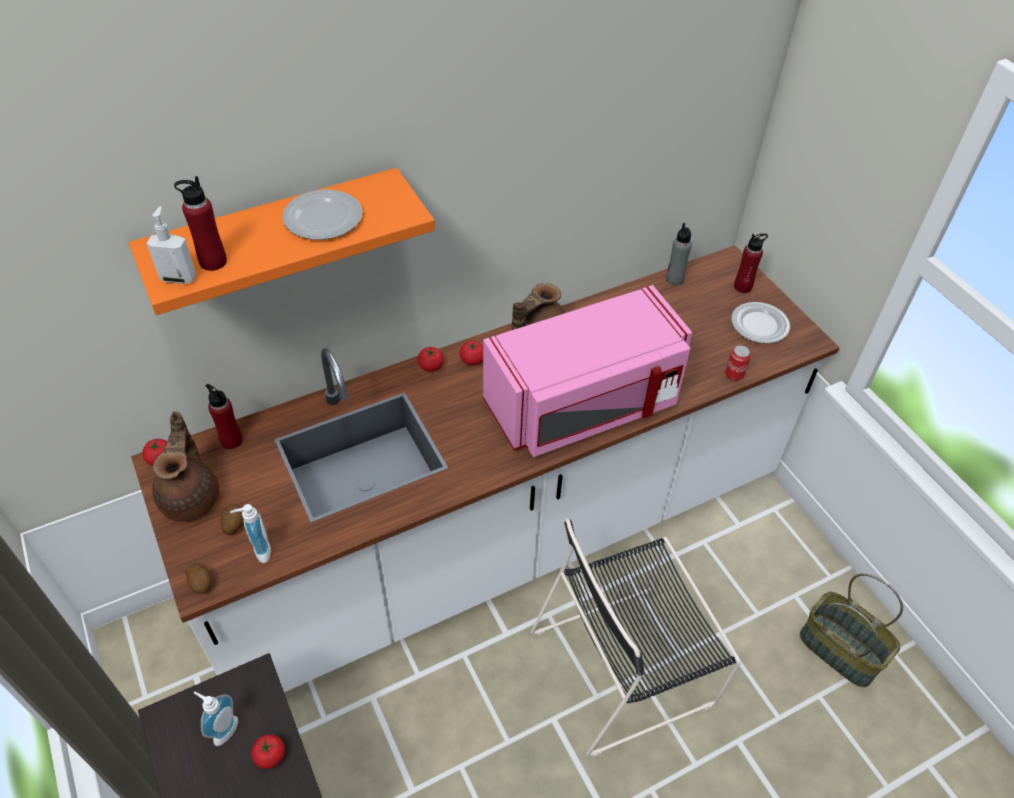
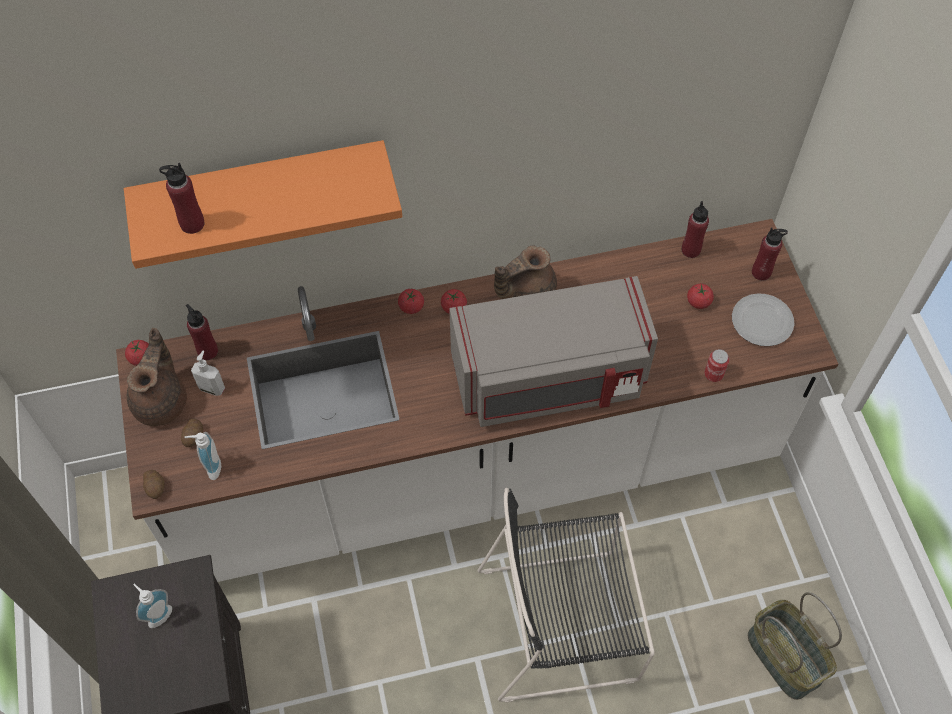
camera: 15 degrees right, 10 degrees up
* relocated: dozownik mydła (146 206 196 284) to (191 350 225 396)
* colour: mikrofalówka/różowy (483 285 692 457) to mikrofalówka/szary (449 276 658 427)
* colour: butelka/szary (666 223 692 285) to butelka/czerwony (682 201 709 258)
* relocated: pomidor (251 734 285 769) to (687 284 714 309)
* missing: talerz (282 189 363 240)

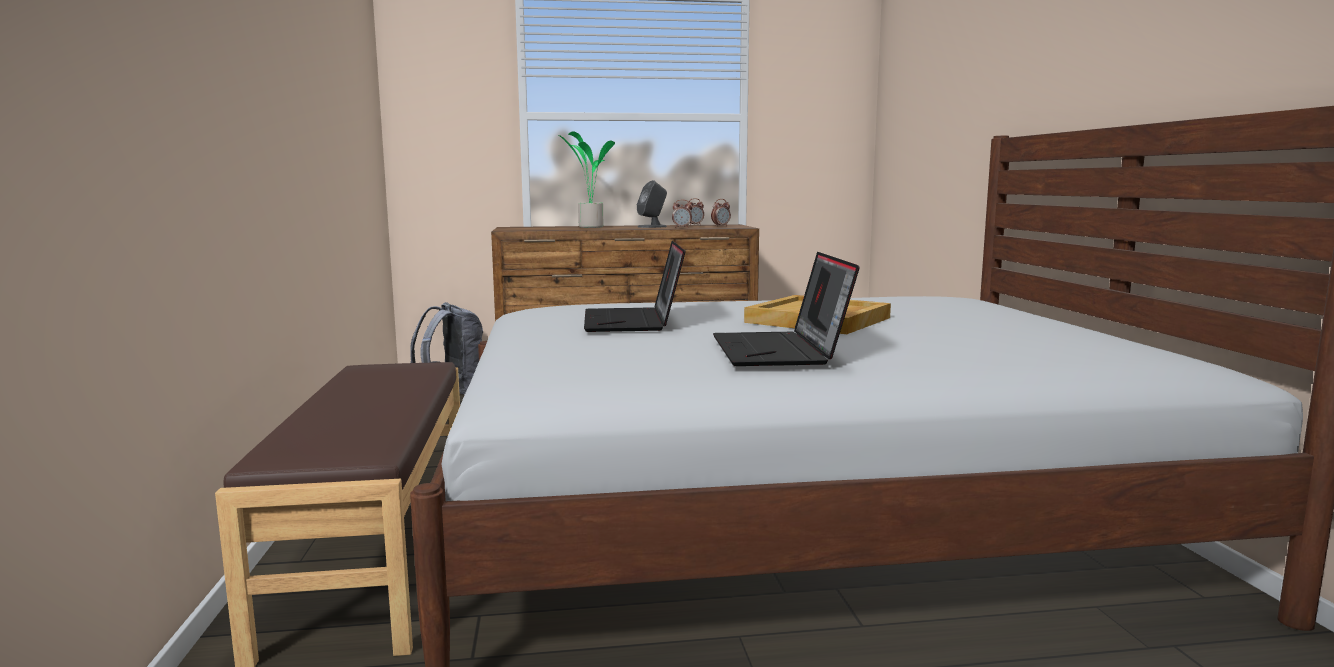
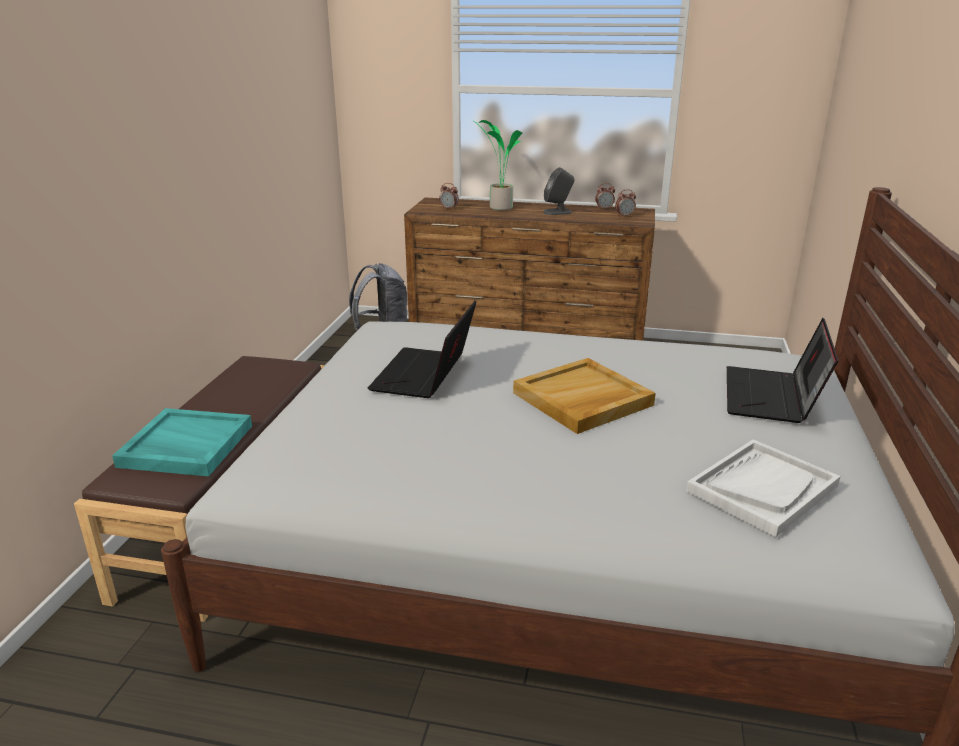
camera: 20 degrees right, 15 degrees up
* appeared: taca/turkusowy (112 408 252 477)
* relocated: budzik (672 200 693 228) to (439 183 459 210)
* appeared: taca/biały (686 439 841 537)
* relocated: laptop (713 252 860 366) to (727 318 839 423)

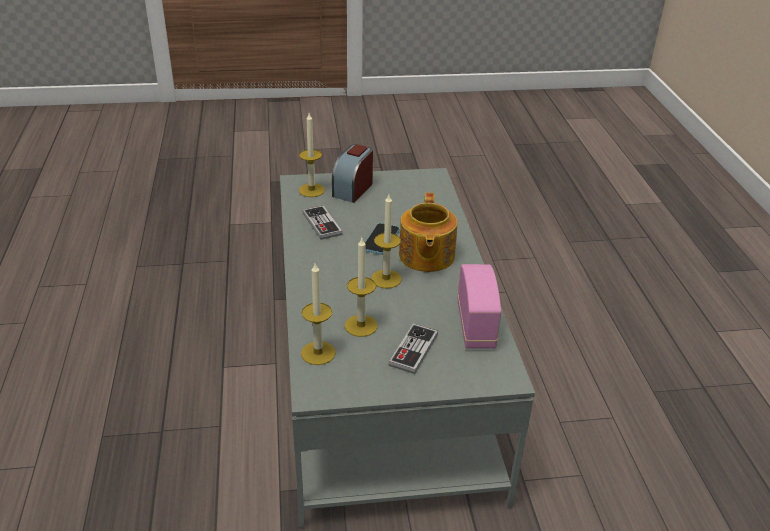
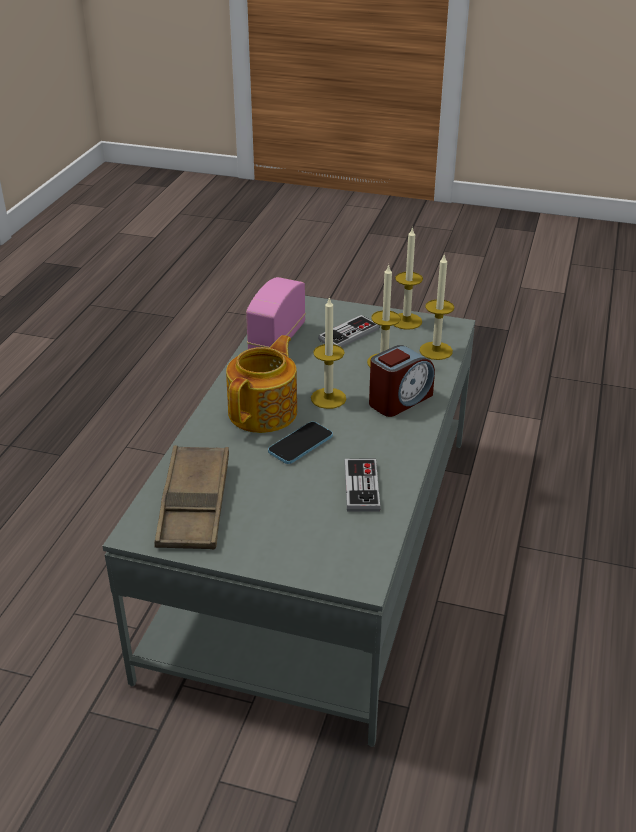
camera: 155 degrees left, 0 degrees up
* appeared: taca/brązowy (155 445 229 550)
* relocated: budzik (332 144 373 203) to (369 345 435 417)
* relocated: świeca (299 113 325 197) to (394 227 423 330)

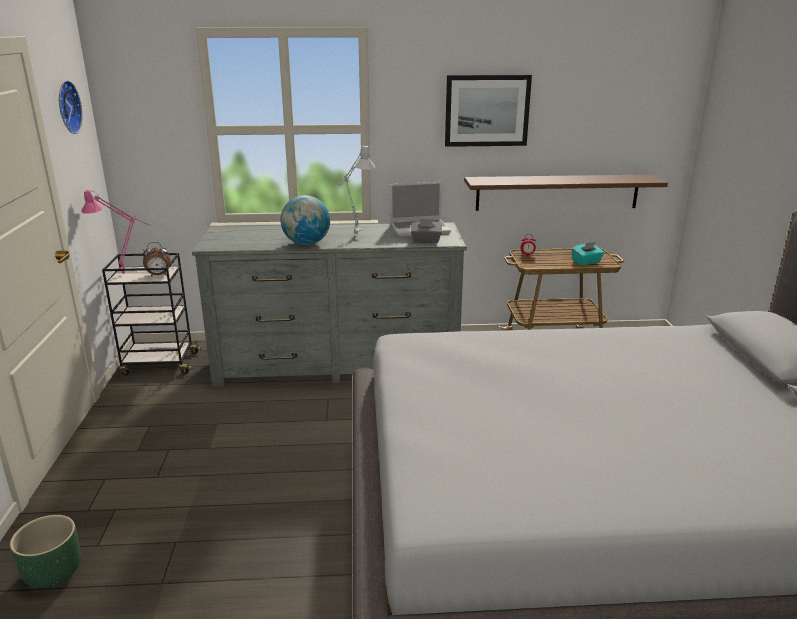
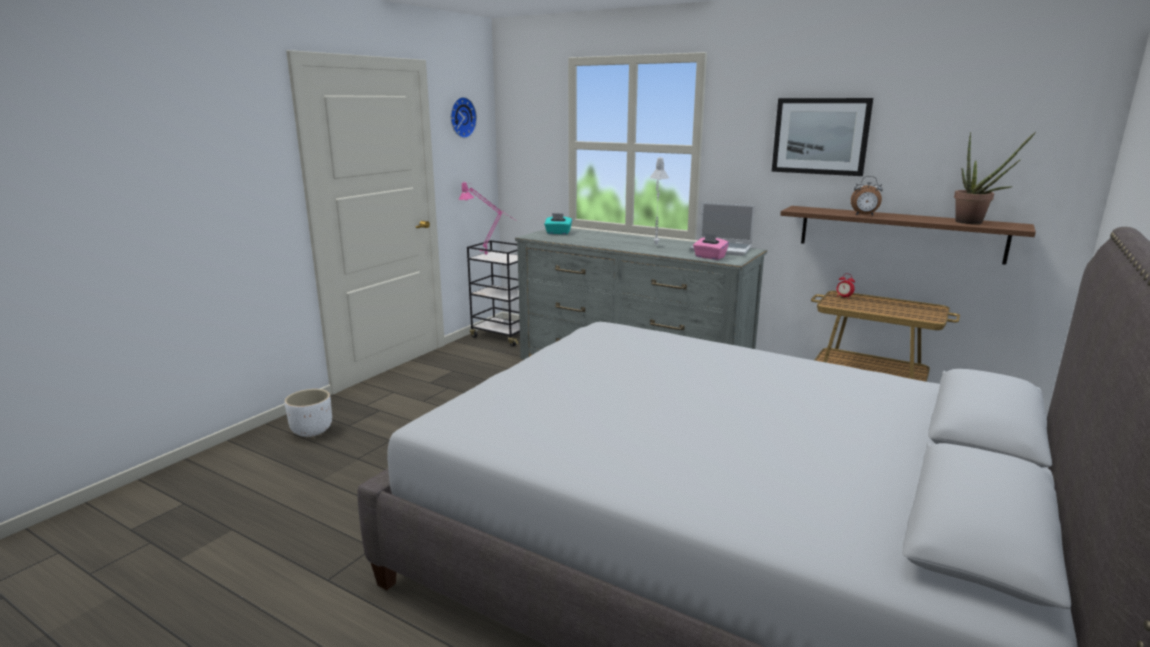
camera: 35 degrees right, 5 degrees down
* colour: donica/zielony (10 515 81 588) to donica/biały (285 389 332 437)
* relocated: pudełko chusteczek/turkusowy (572 242 604 266) to (544 213 572 234)
* colour: pudełko chusteczek/szary (411 219 442 243) to pudełko chusteczek/różowy (693 233 729 260)
* relocated: budzik (142 242 171 277) to (851 176 883 215)
* appeared: roślina doniczkowa (954 132 1036 224)
* missing: globus (281 195 330 245)

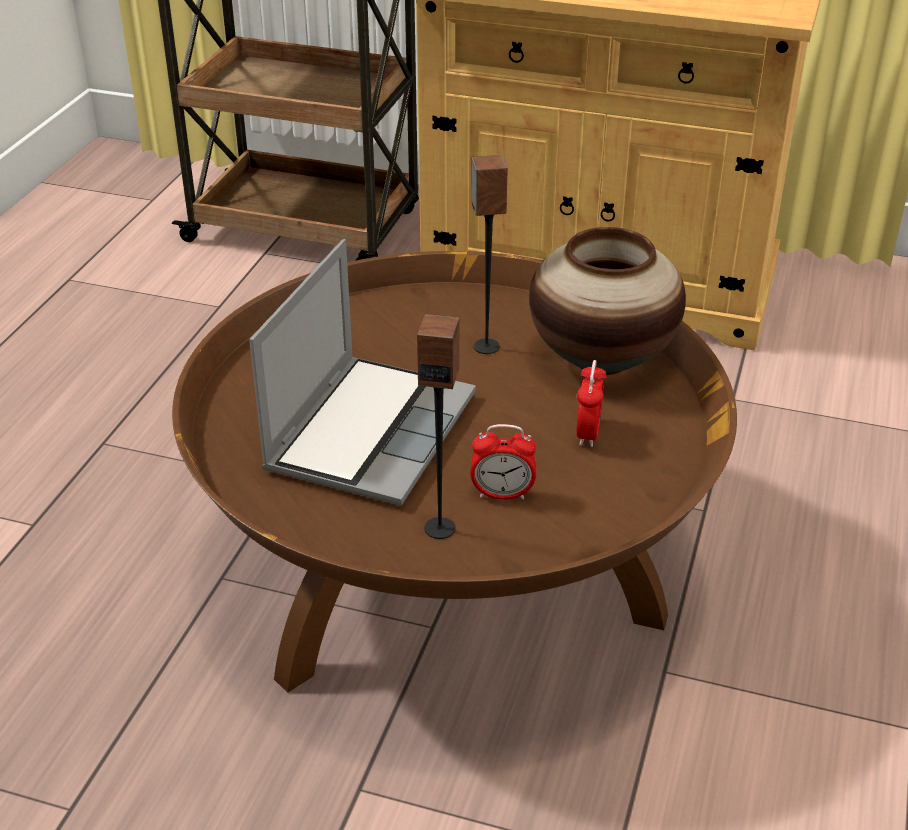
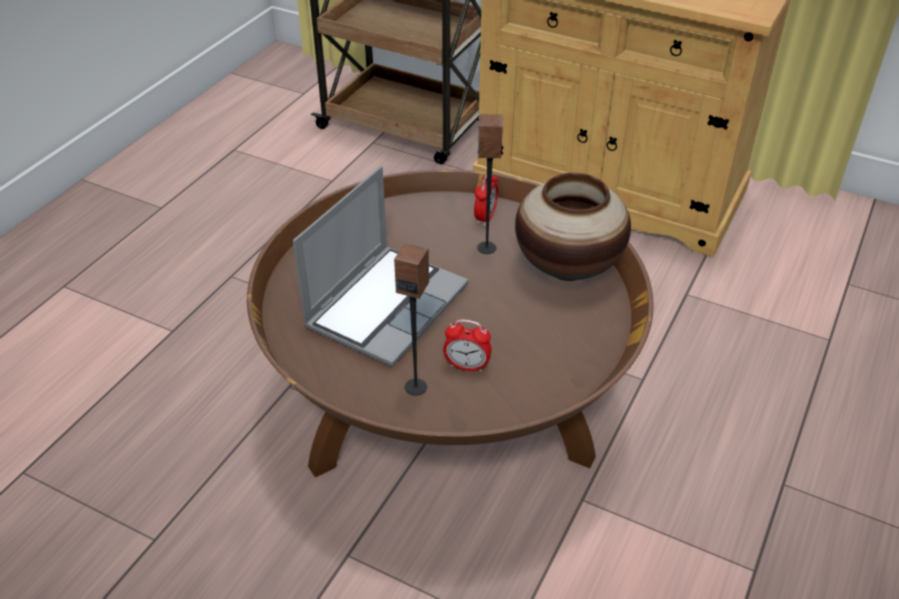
camera: 10 degrees right, 5 degrees up
* relocated: budzik (576 360 607 447) to (474 172 499 226)

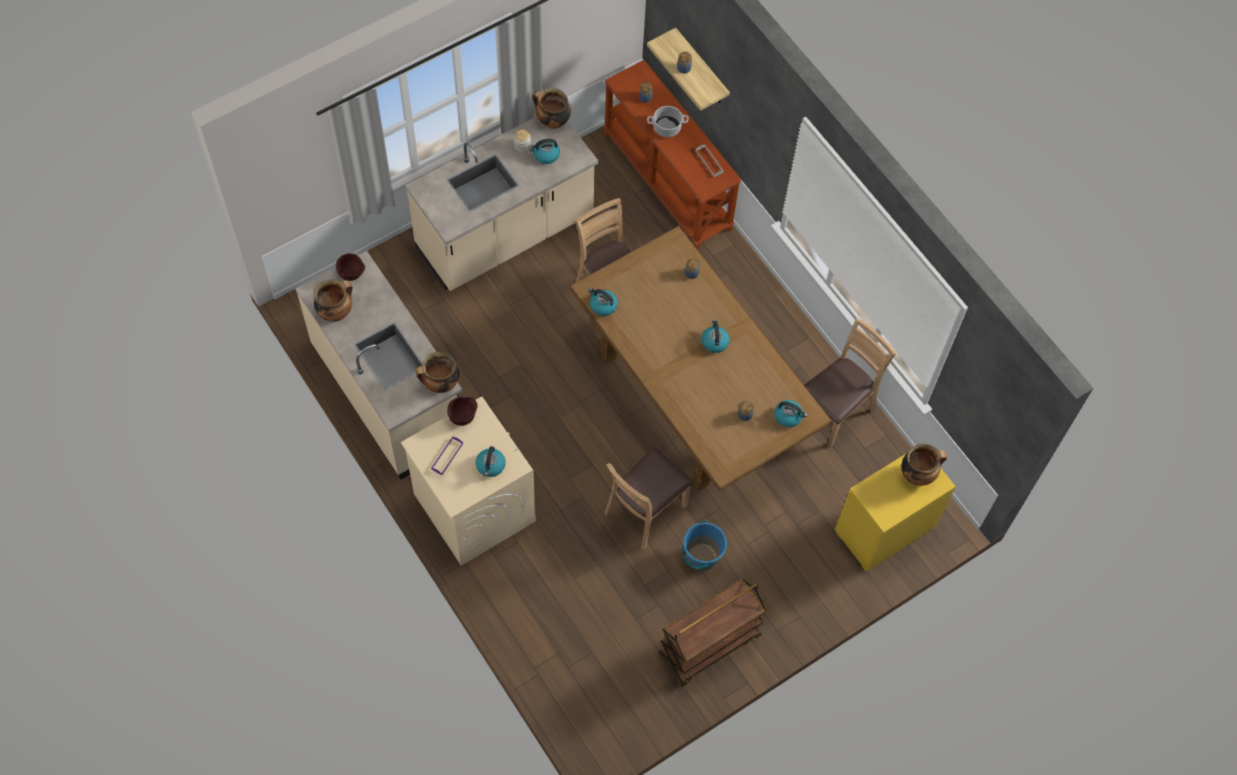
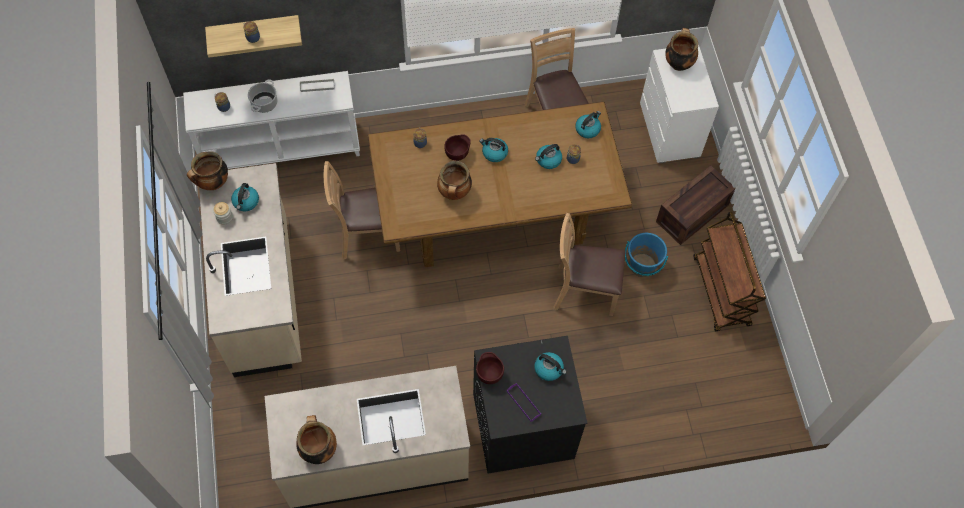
camera: 65 degrees left, 0 degrees up
* colour: stolik konsolowy/brązowy (603 60 742 249) to stolik konsolowy/biały (183 71 360 169)
* relocated: garnek (415 352 459 393) to (437 161 472 200)
* relocated: miska/brązowy (336 253 365 281) to (444 134 471 161)
* colour: pralka/beżowy (401 397 536 566) to pralka/czarny (473 336 587 473)
* relocated: czajnik (588 288 618 316) to (535 144 562 169)
* spun: krzesło/brązowy (604 447 693 550) = (553 213 626 316) 120 degrees clockwise
* colour: komoda/żółty (835 453 956 572) to komoda/biały (640 44 719 163)
* appeared: skrzynka (656 165 736 245)

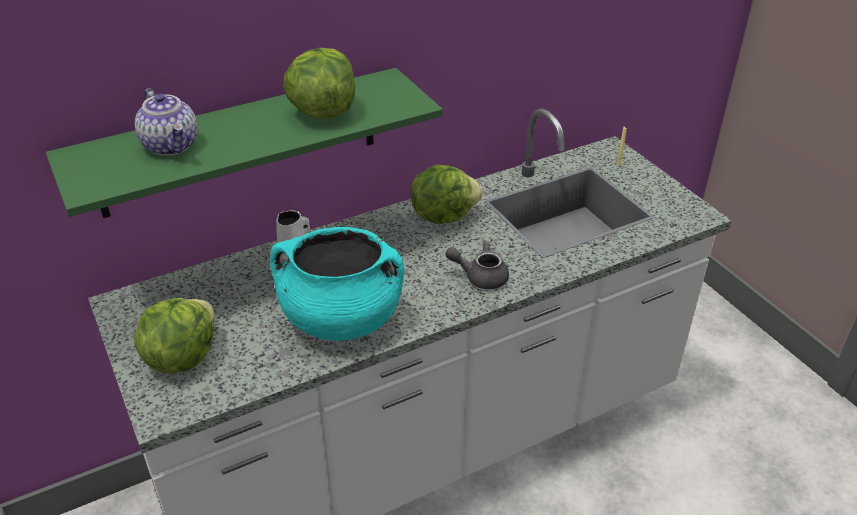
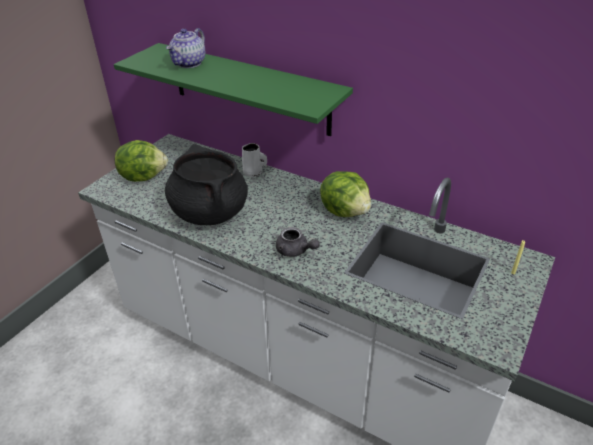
camera: 60 degrees right, 0 degrees up
* colour: garnek/turkusowy (270 227 404 341) to garnek/czarny (165 144 248 225)
* spun: imbryk/szary (445 241 509 289) = (276 227 320 257) 150 degrees clockwise
* missing: sałata (283 48 355 119)

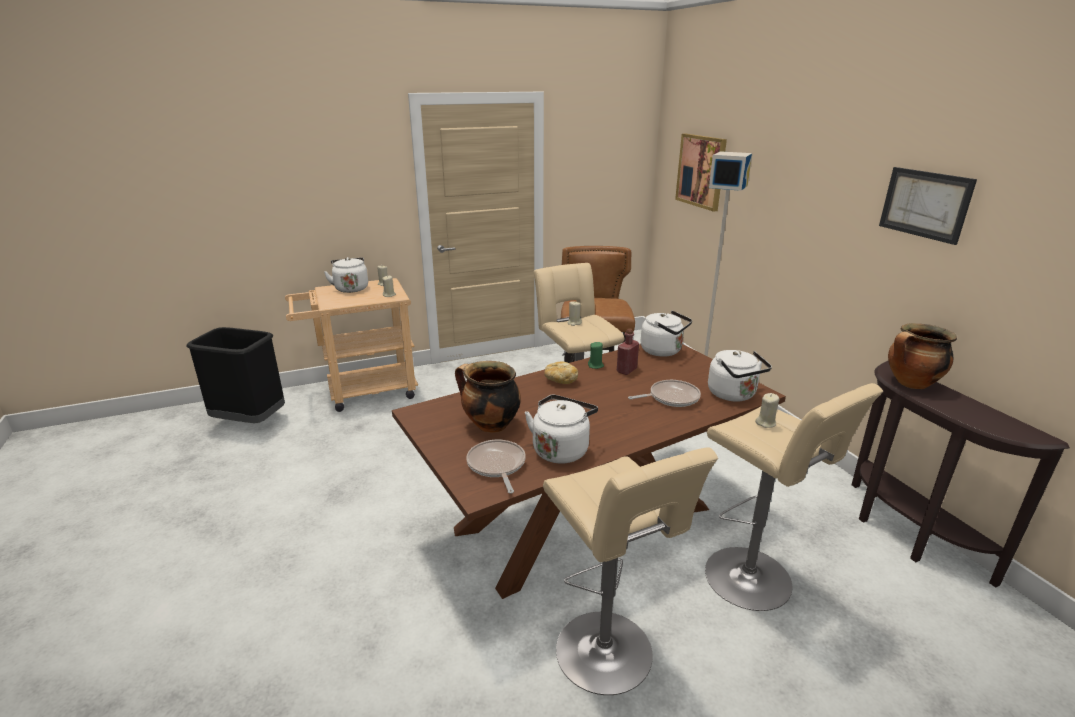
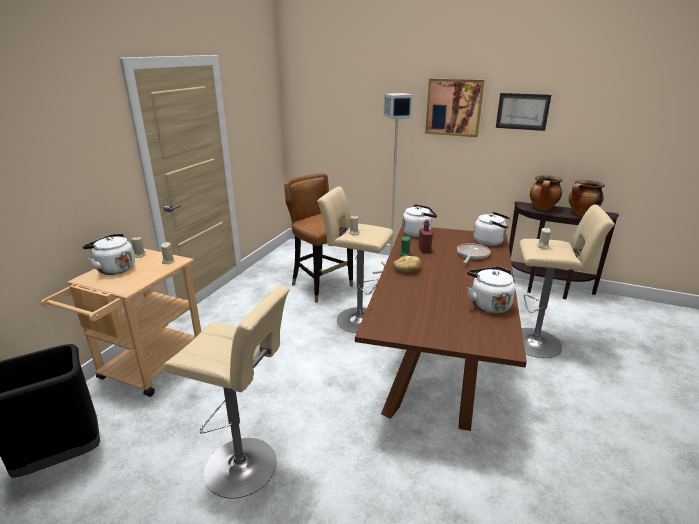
camera: 45 degrees left, 0 degrees up
* relocated: stołek/beżowy (543 447 718 695) to (163 285 290 499)
* relocated: obraz (675 134 727 212) to (425 78 484 137)
* relocated: garnek (455 361 521 433) to (569 180 605 216)
* missing: patelnia (466 440 526 494)

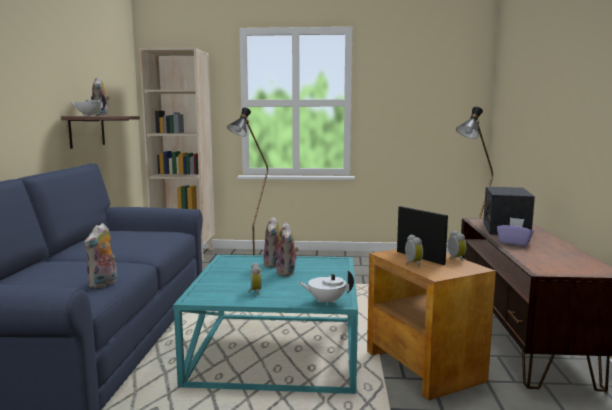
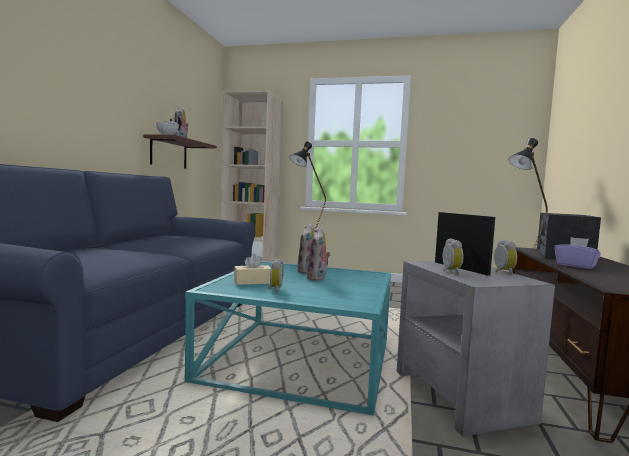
camera: 10 degrees right, 5 degrees down
* appeared: pudełko chusteczek/beżowy (234 253 271 285)
* colour: stolik/brązowy (367 249 496 400) to stolik/szary (397 261 555 436)
* missing: pluszak (84 223 117 288)
* missing: imbryk/biały (298 270 354 305)

